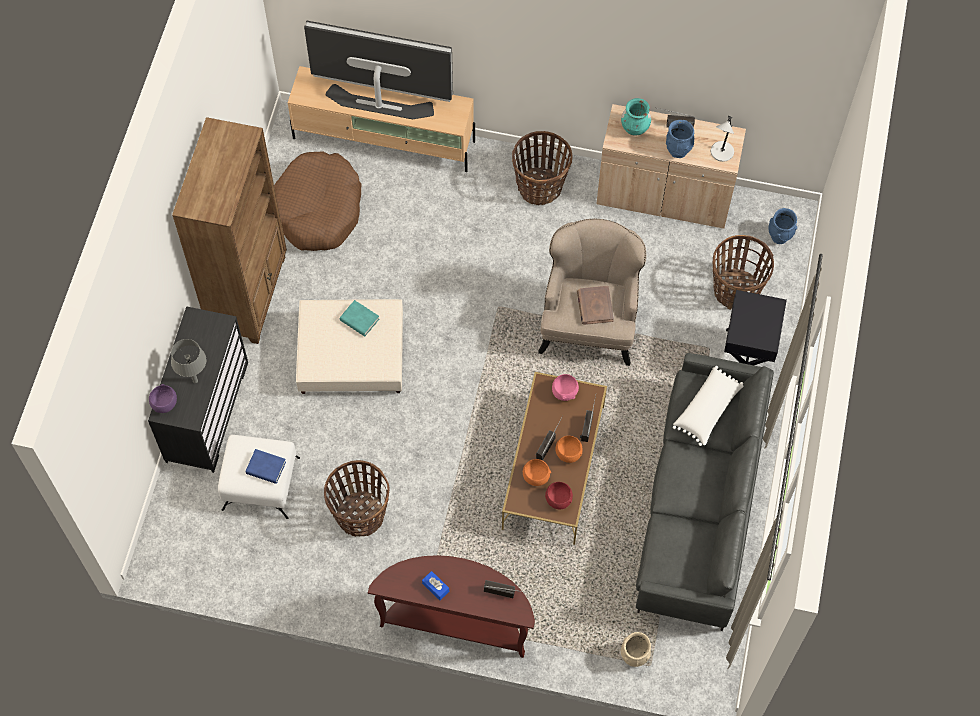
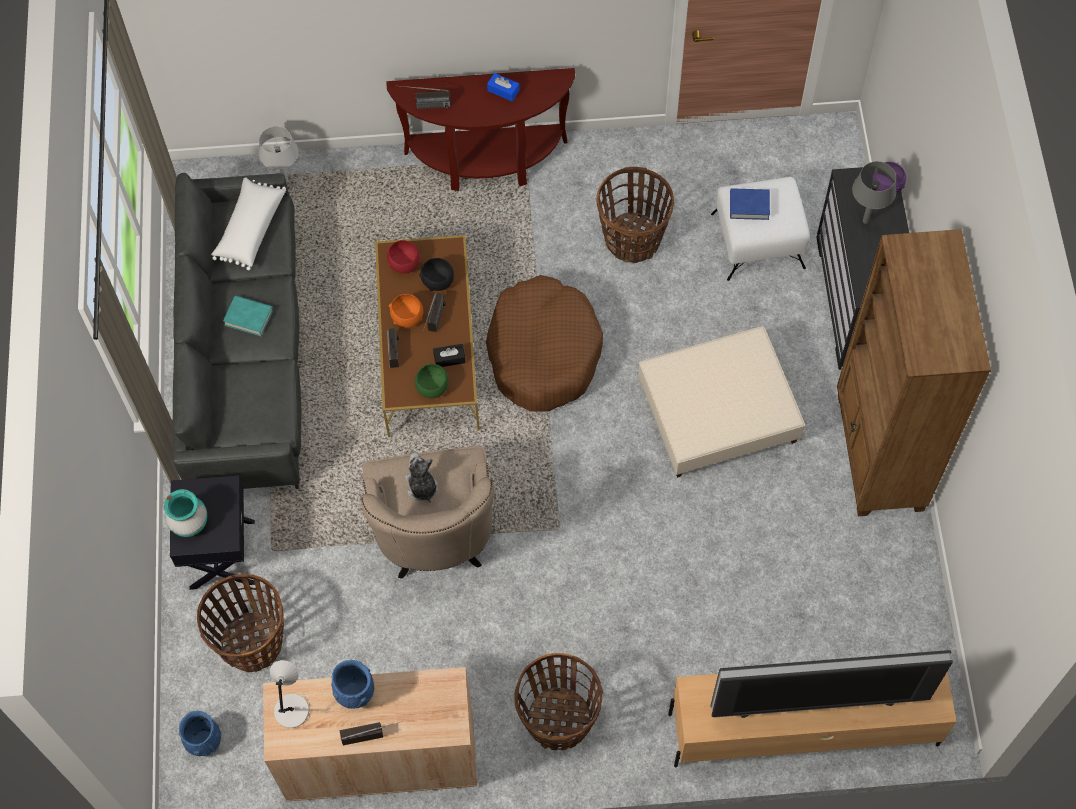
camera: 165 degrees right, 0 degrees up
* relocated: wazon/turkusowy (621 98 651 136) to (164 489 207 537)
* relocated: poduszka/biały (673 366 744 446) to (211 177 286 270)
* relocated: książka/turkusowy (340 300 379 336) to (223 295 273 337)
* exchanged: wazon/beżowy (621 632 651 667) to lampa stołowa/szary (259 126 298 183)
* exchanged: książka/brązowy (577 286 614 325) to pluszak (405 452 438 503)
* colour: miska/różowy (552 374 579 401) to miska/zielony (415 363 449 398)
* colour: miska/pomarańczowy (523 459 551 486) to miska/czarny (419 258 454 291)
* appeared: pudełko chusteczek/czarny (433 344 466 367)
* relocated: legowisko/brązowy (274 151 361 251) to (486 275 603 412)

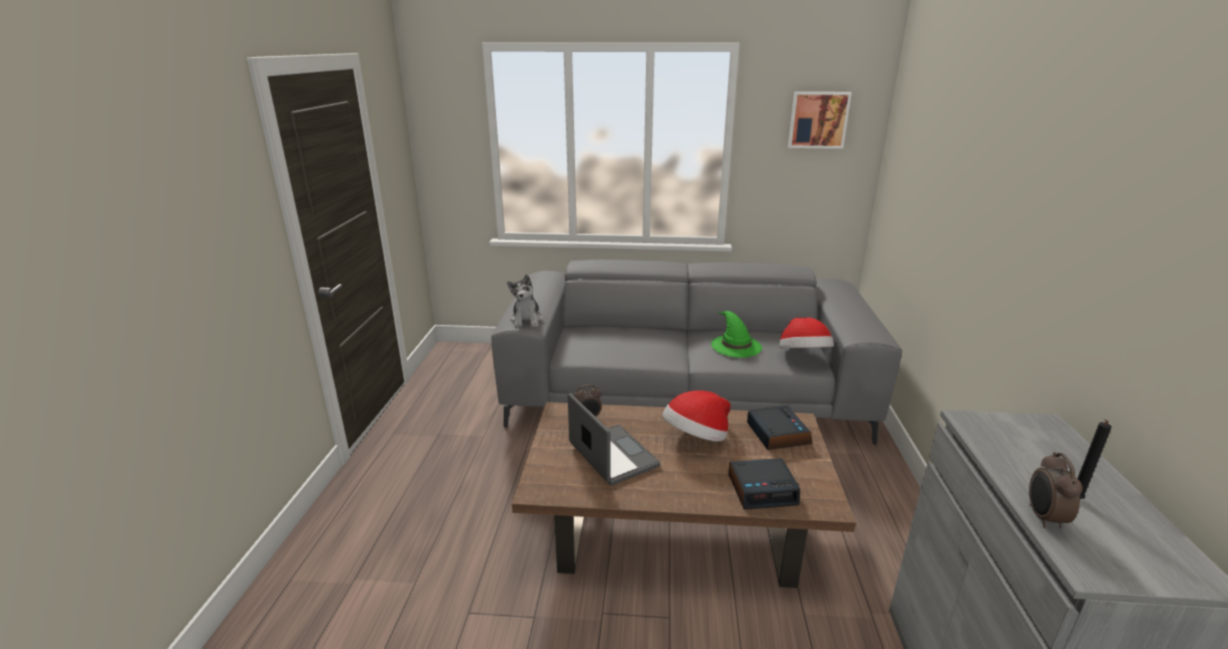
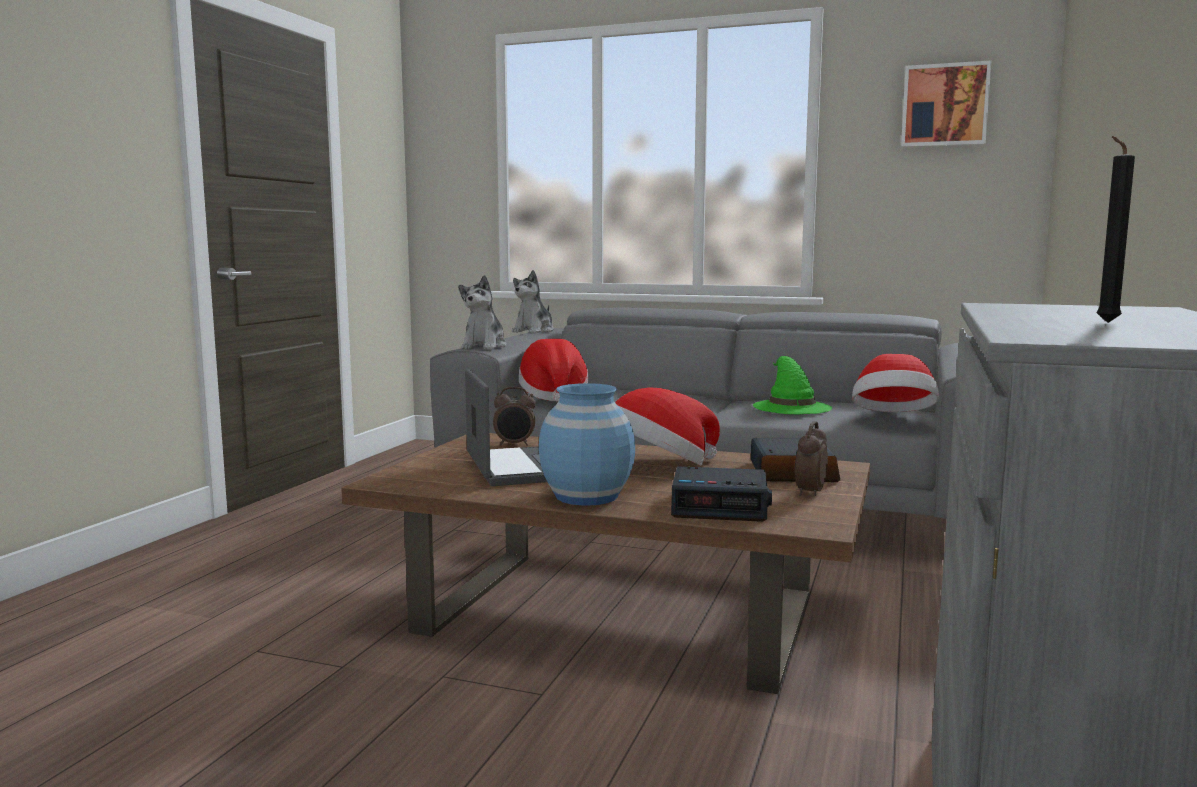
camera: 15 degrees right, 15 degrees down
* appeared: pluszak (512 270 554 333)
* appeared: kapelusz (519 339 588 402)
* appeared: wazon/niebieski (539 383 635 506)
* relocated: budzik (1029 452 1083 529) to (795 421 828 496)

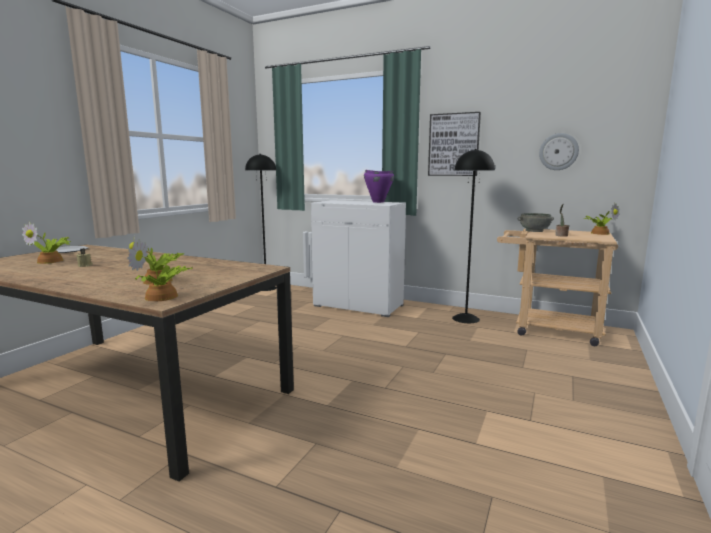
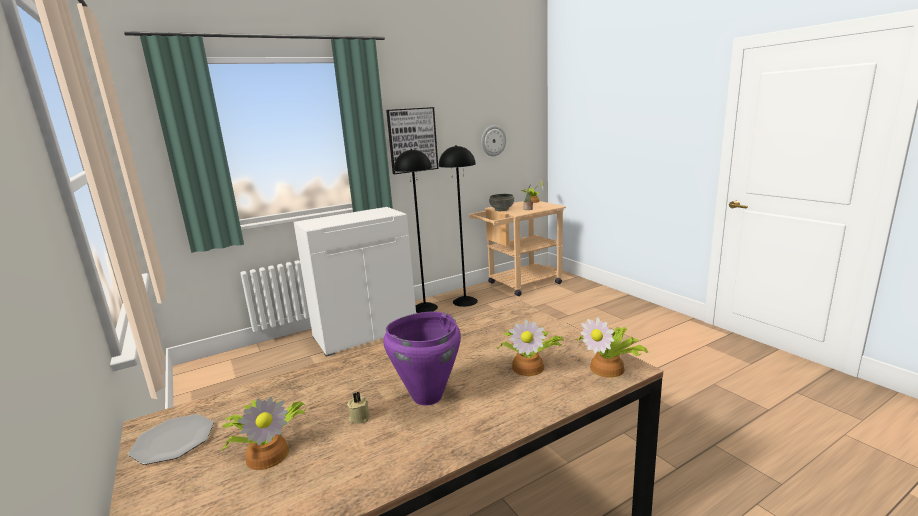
camera: 55 degrees left, 5 degrees up
* relocated: garnek/fioletowy (364 170 394 203) to (383 312 461 406)
* relocated: lampa stojąca/czarny (245 154 277 291) to (394 149 438 313)

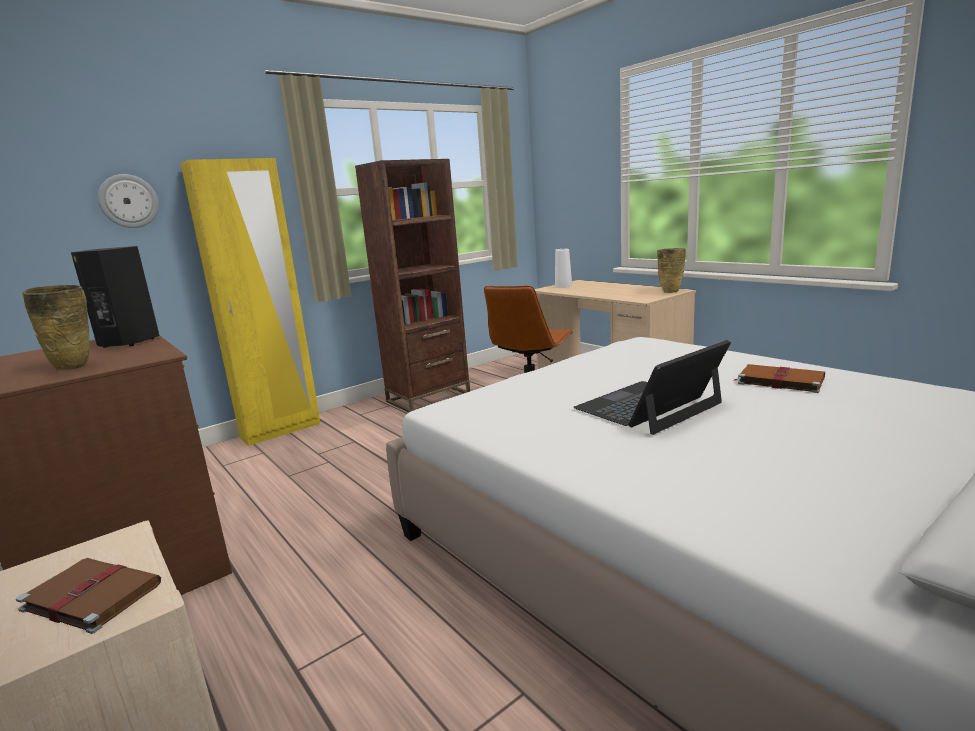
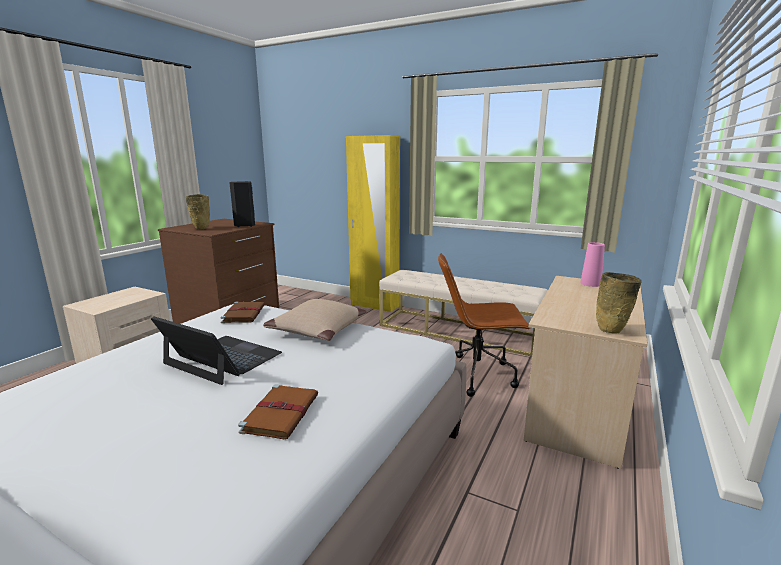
camera: 65 degrees right, 0 degrees up
* relocated: książka/brązowy (16 558 161 634) to (220 302 265 323)
* appeared: poduszka/beżowy (263 299 366 341)
* exchanged: regał/brązowy (355 159 470 412) to ławka/beżowy (379 270 548 356)
* colour: wazon/biały (555 249 572 288) to wazon/różowy (580 242 605 287)
* missing: zegar ścienny (98 174 159 228)

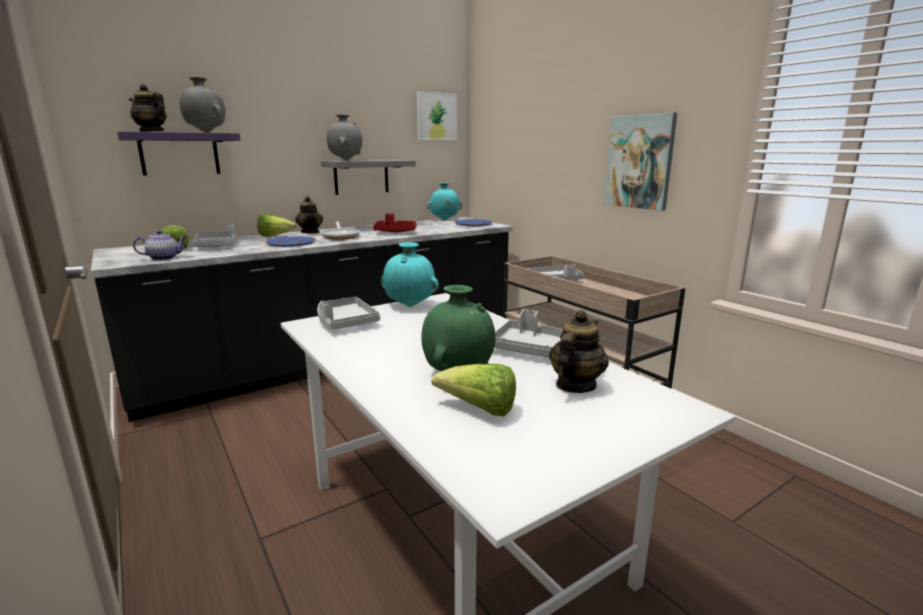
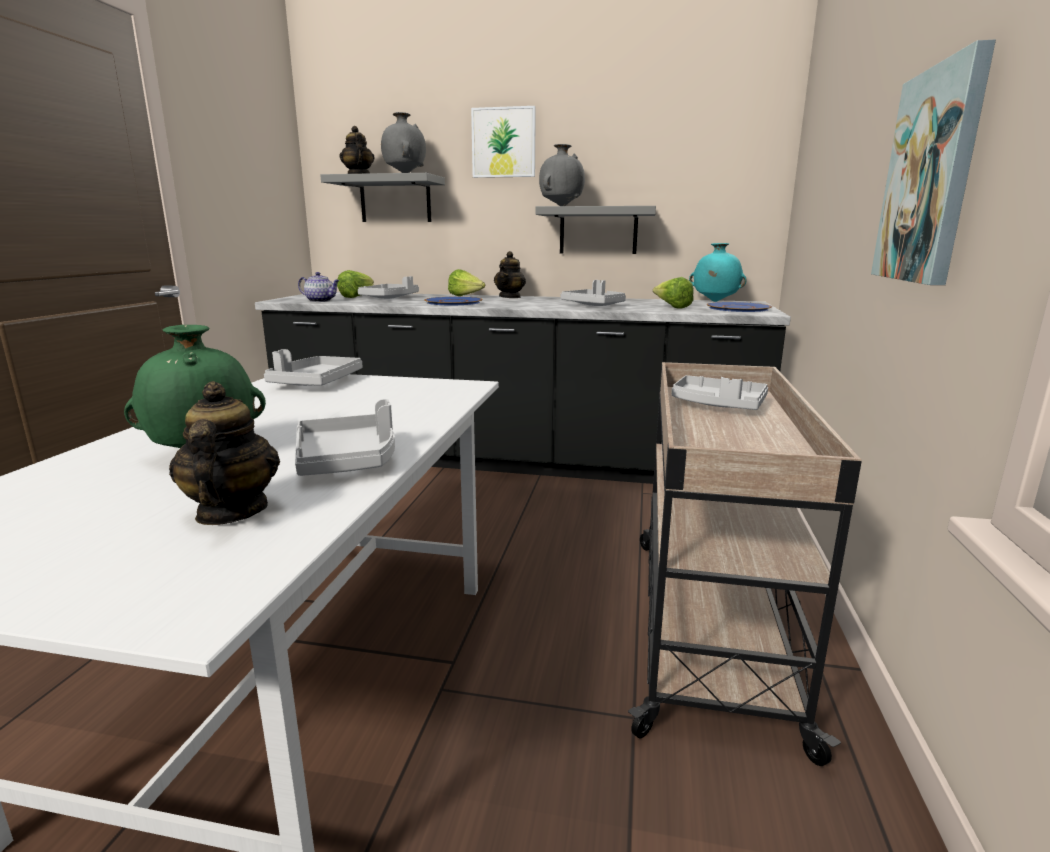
camera: 45 degrees right, 0 degrees up
* spun: imbryk (549 310 609 393) = (169 381 280 525) 90 degrees counterclockwise
* colour: półka/fioletowy (117 131 240 176) to półka/szary (320 173 445 222)
* relocated: obraz (417 91 457 140) to (471 106 536 178)
* colour: taca/czerwony (373 213 416 232) to taca/szary (561 280 626 306)
* relocated: sałata (431 364 516 416) to (653 277 694 309)
* missing: patelnia (321 222 360 240)
* missing: wazon/turkusowy (381 242 439 307)

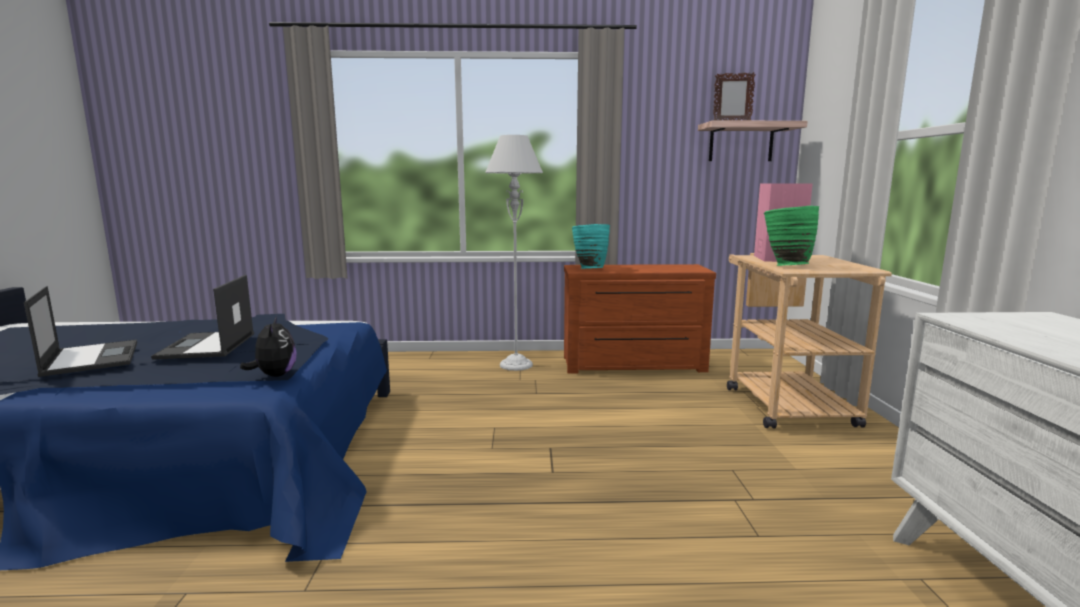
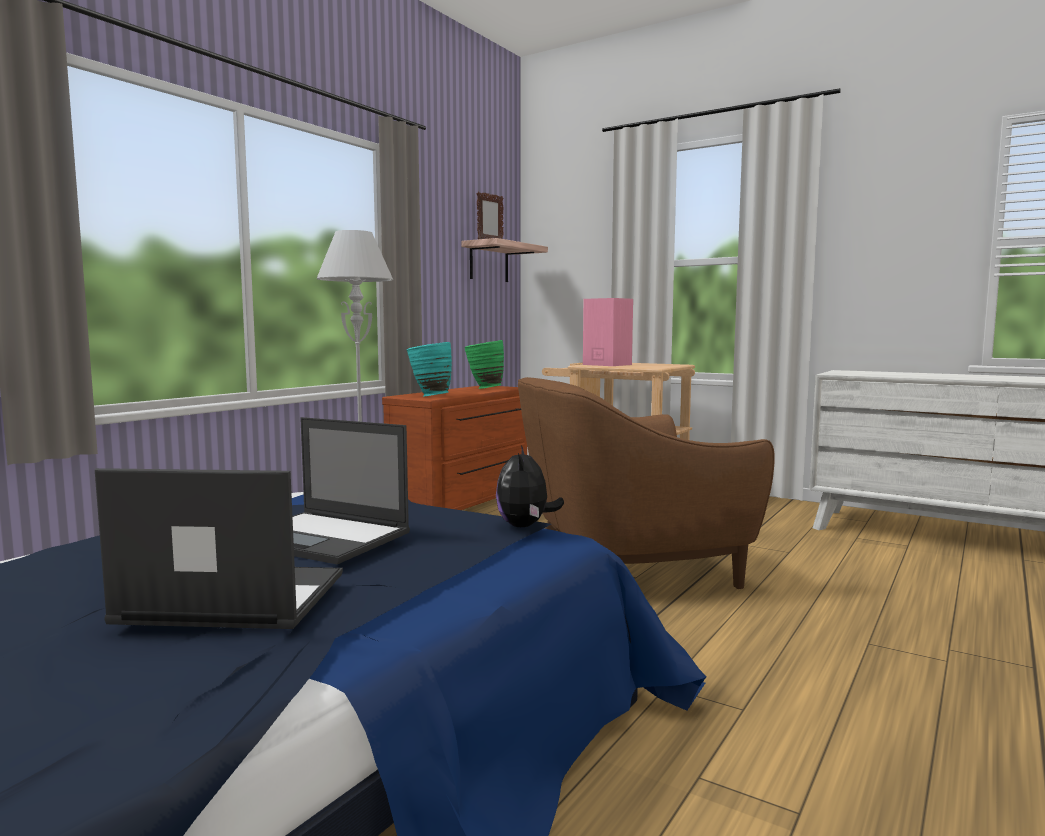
camera: 55 degrees left, 5 degrees down
* relocated: wazon/zielony (764 206 819 266) to (465 340 504 389)
* spun: pluszak (240 316 297 377) = (496 445 564 527) 105 degrees counterclockwise
* appeared: fotel/brązowy (518 377 775 589)

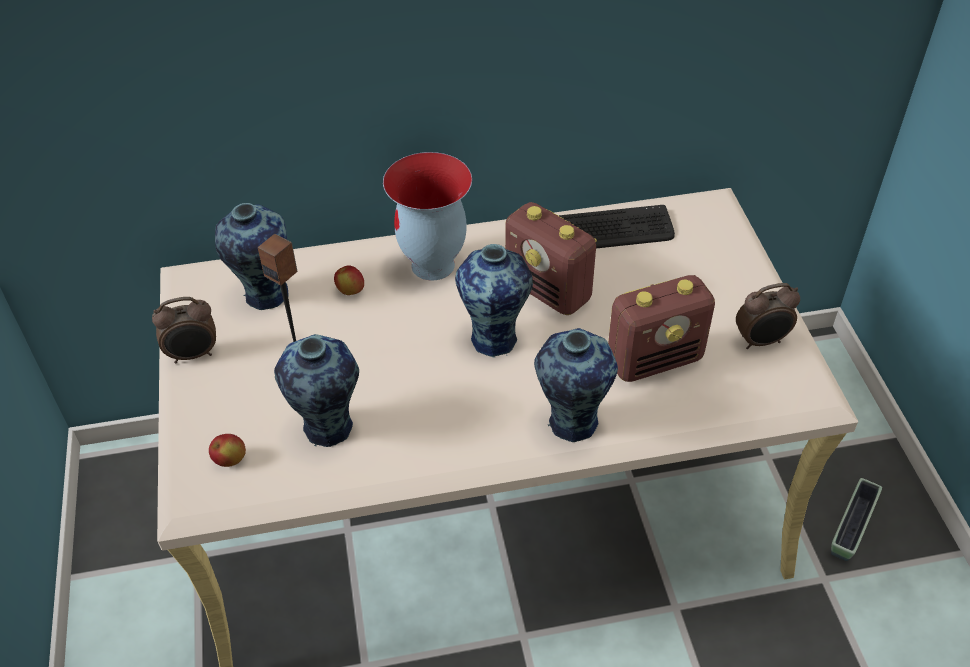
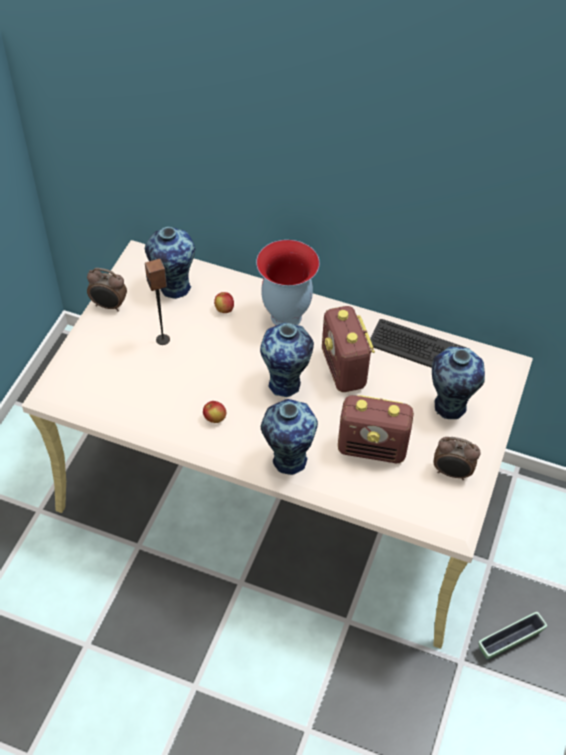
camera: 30 degrees right, 5 degrees up
* relocated: jabłko (209 434 246 467) to (203 401 226 423)
* relocated: wazon (274 334 359 447) to (432 347 485 419)

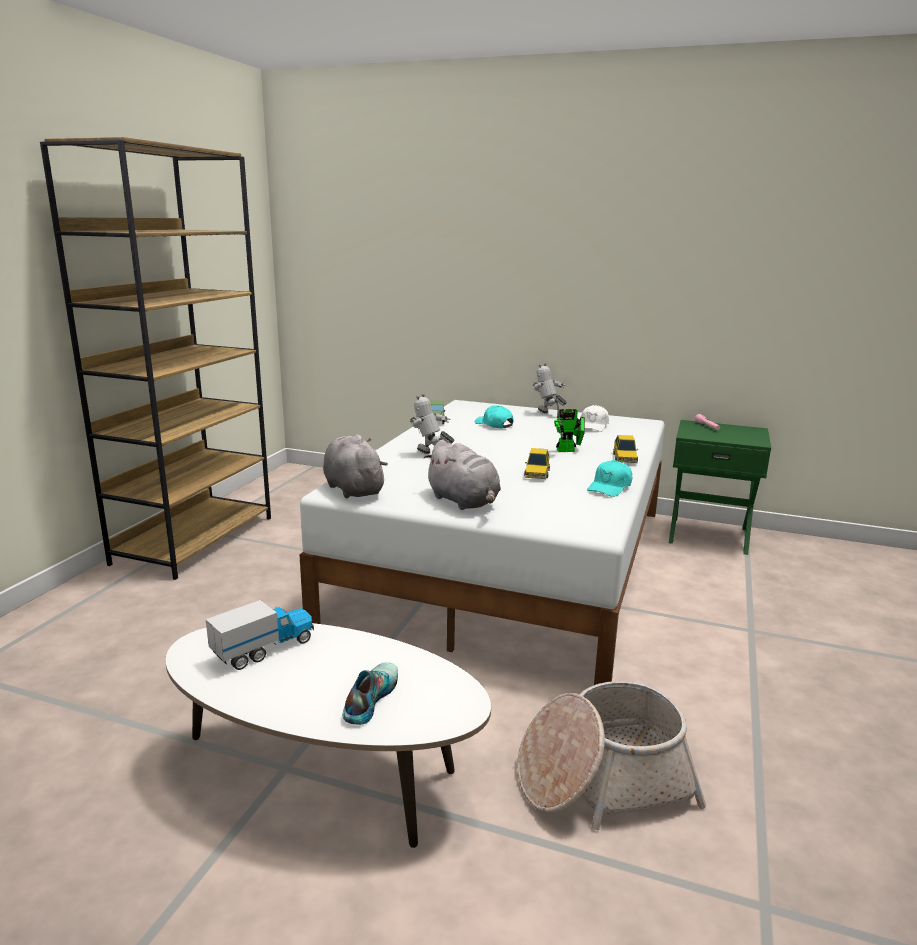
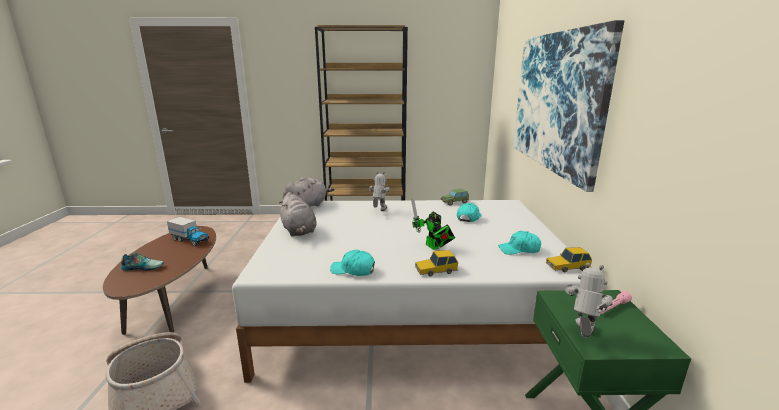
camera: 70 degrees right, 0 degrees up
* colour: ława/biały (165 623 491 848) to ława/brązowy (103 226 216 335)
* spun: pluszak/szary (424 439 501 510) = (279 192 317 236) 60 degrees counterclockwise
* colour: czapka z daszkiem/biały (581 405 609 432) to czapka z daszkiem/turkusowy (498 231 541 255)
* appeared: obraz (513 20 624 192)
* relocated: samochodzik (524 448 550 479) to (546 247 592 272)
* relocated: robot zabawkowy (533 363 567 413) to (565 262 613 338)

